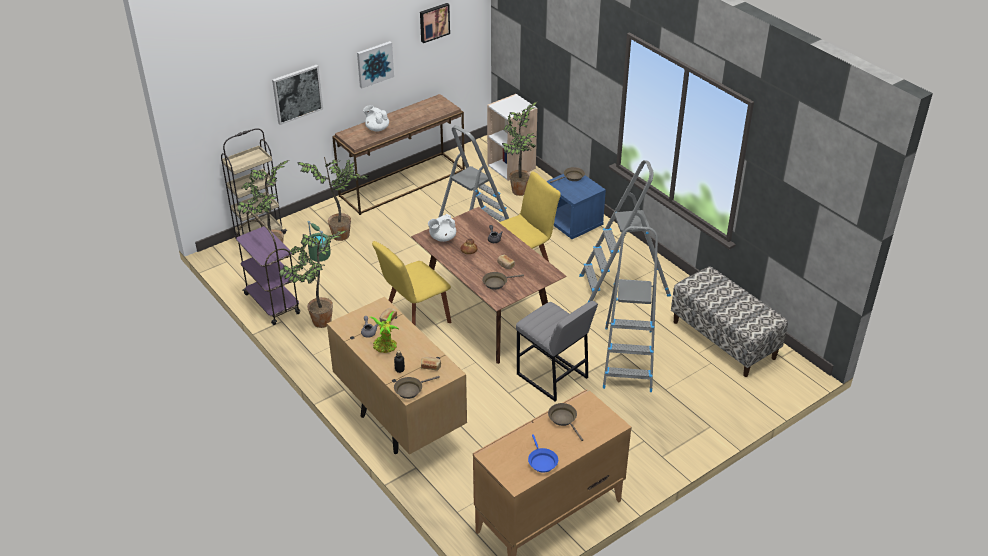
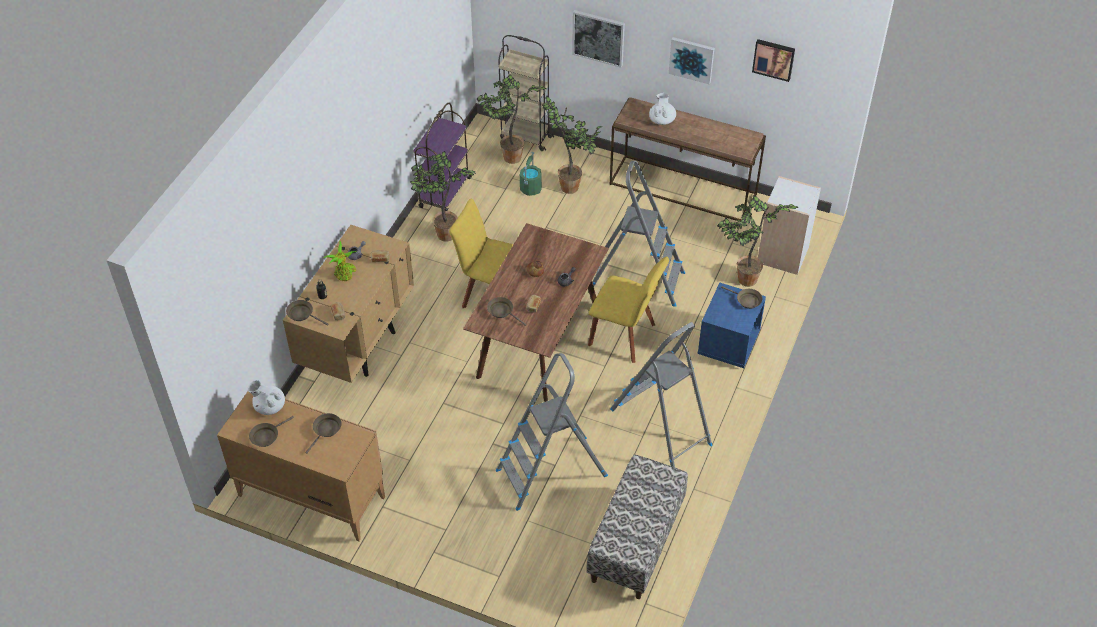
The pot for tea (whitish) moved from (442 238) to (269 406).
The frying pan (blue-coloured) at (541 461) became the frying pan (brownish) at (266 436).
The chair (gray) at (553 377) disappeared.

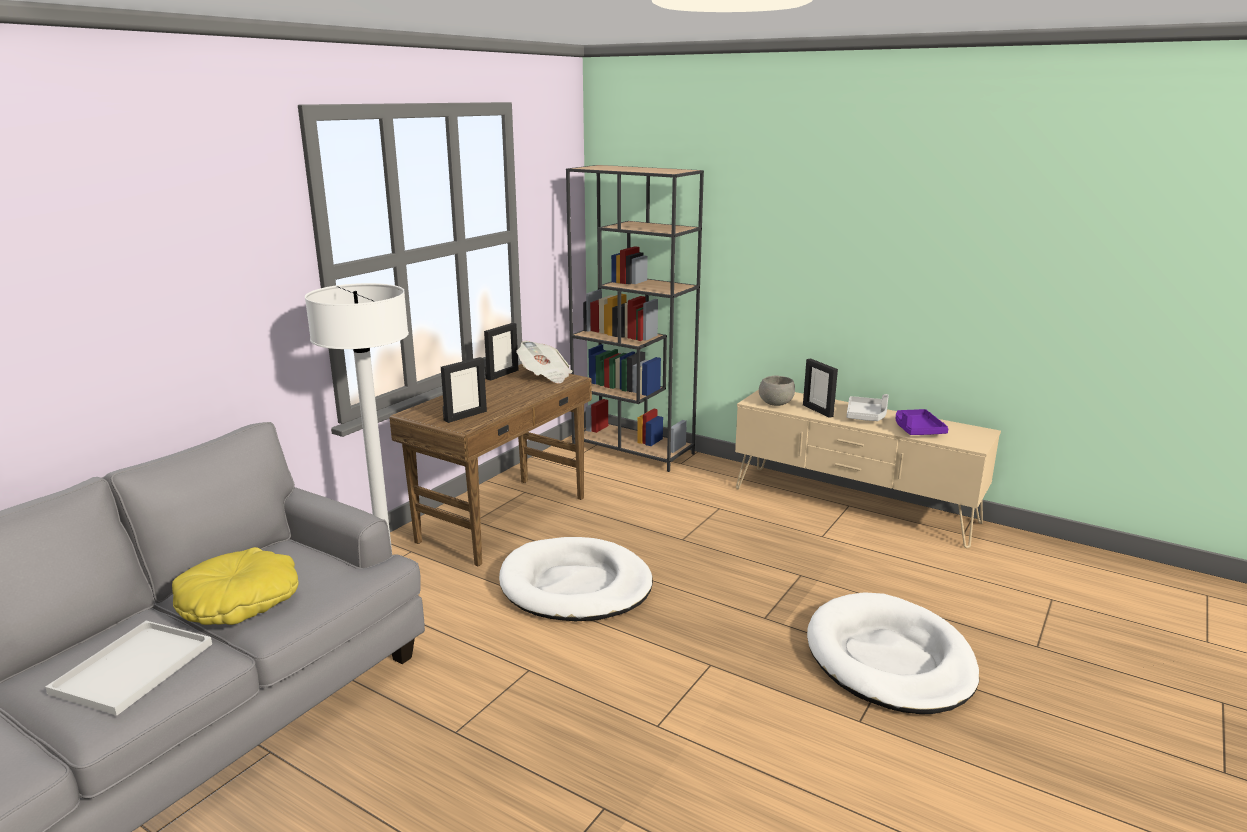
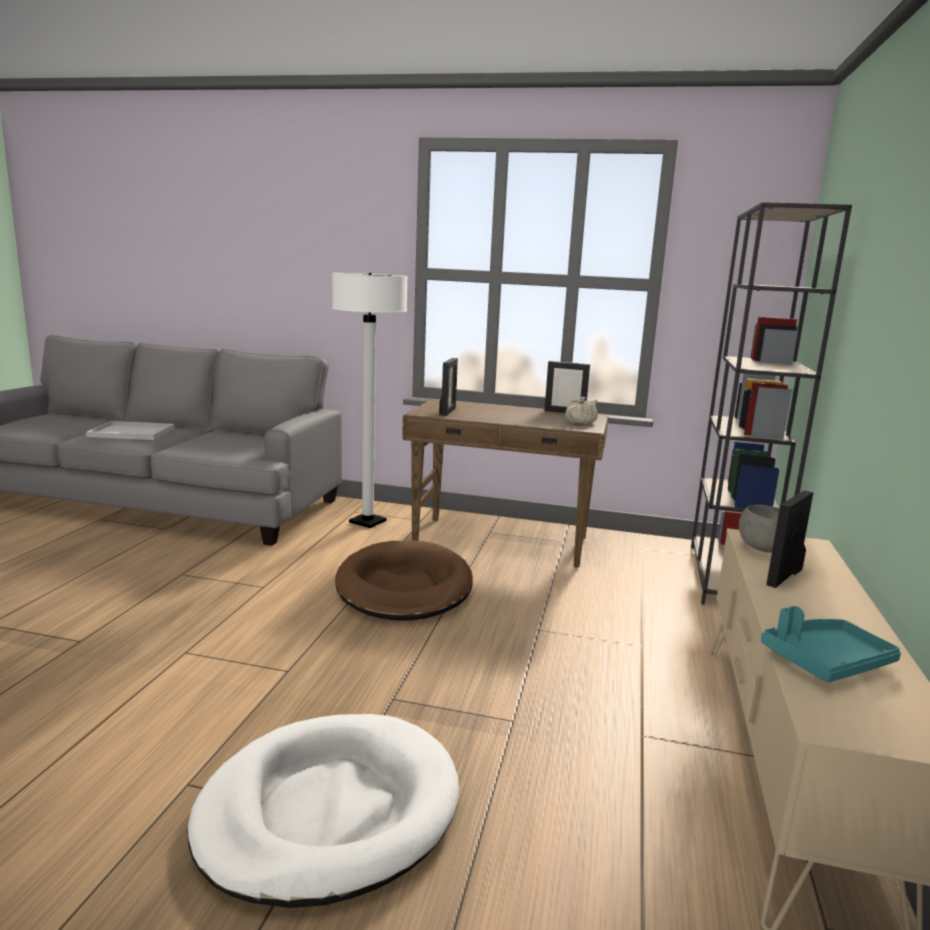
The pet bed (whitish) at (575 585) became the pet bed (brownish) at (404 587).
The photo frame at (465 416) turned 105 degrees counterclockwise.
The printed paper at (545 376) was replaced by the pot for tea (sand-coloured) at (581 422).
The carrying tray (purplish) at (917 430) became the carrying tray (blue-green) at (825 661).
The pillow (yellowish) at (238 601) disappeared.
The carrying tray (gray) at (866 416) disappeared.

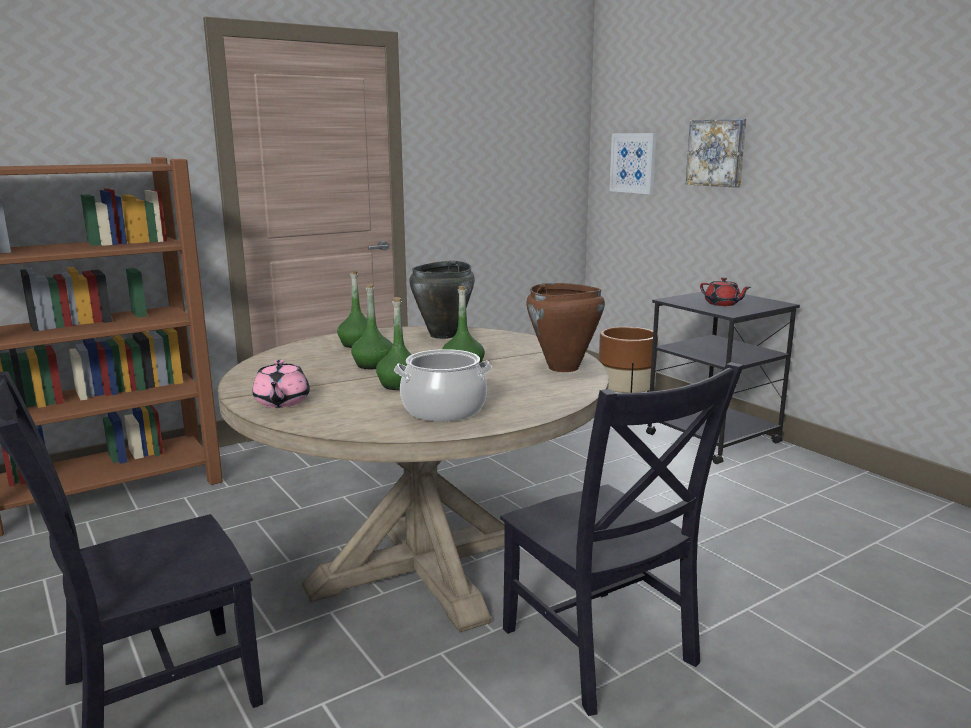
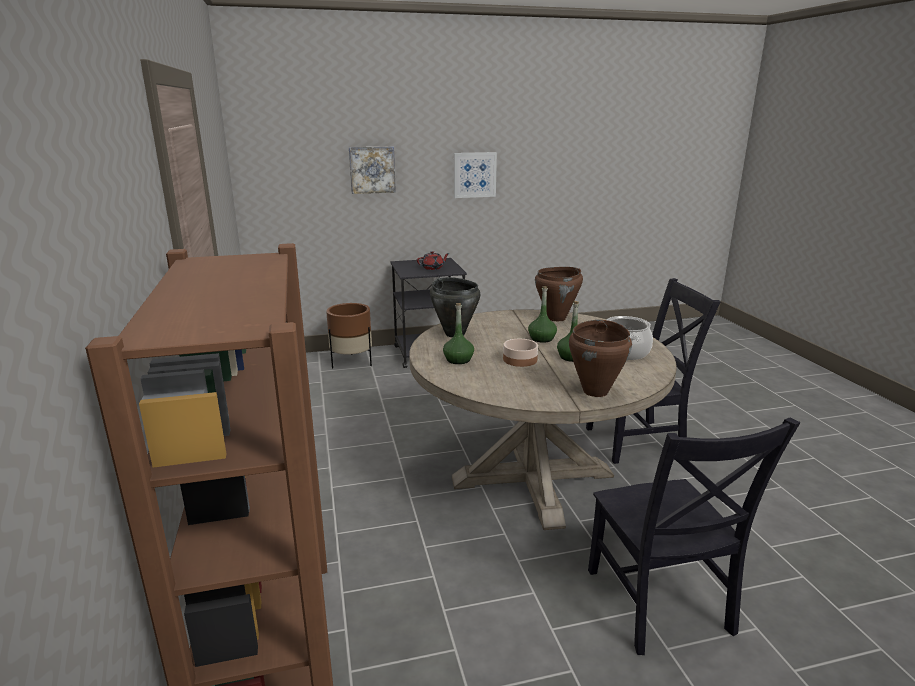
The picture moved from (633 163) to (474 175).
The bottle (green-coloured) at (373 365) was replaced by the deep dish at (520 360).
The pot for tea (pink) at (281 402) was replaced by the cooking pot (brownish) at (596 391).

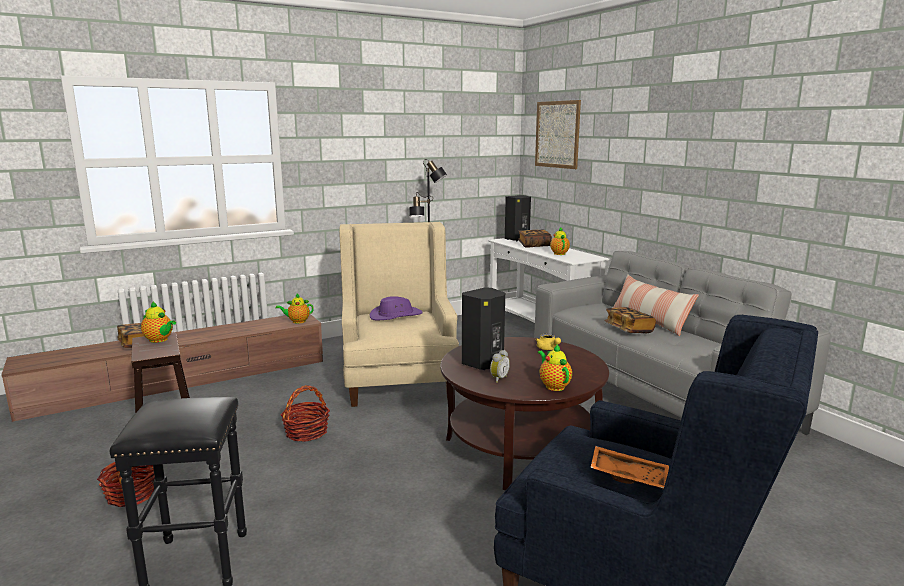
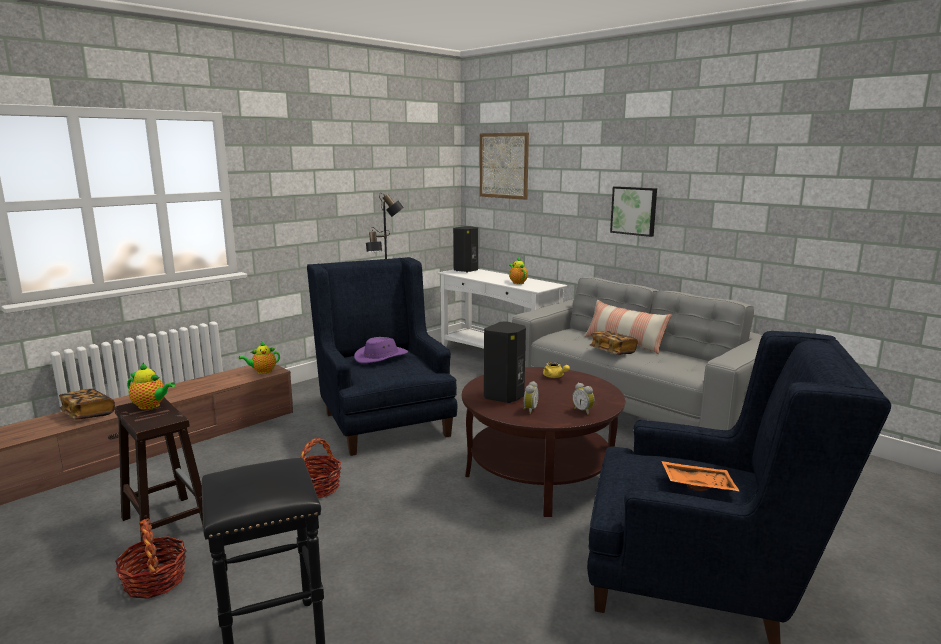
The easy chair (sand-coloured) at (398 377) became the easy chair (blue-coloured) at (382 420).
The pot for tea at (553 386) was replaced by the alarm clock at (583 411).
The picture at (634 210) appeared.
The bound book at (534 245) disappeared.

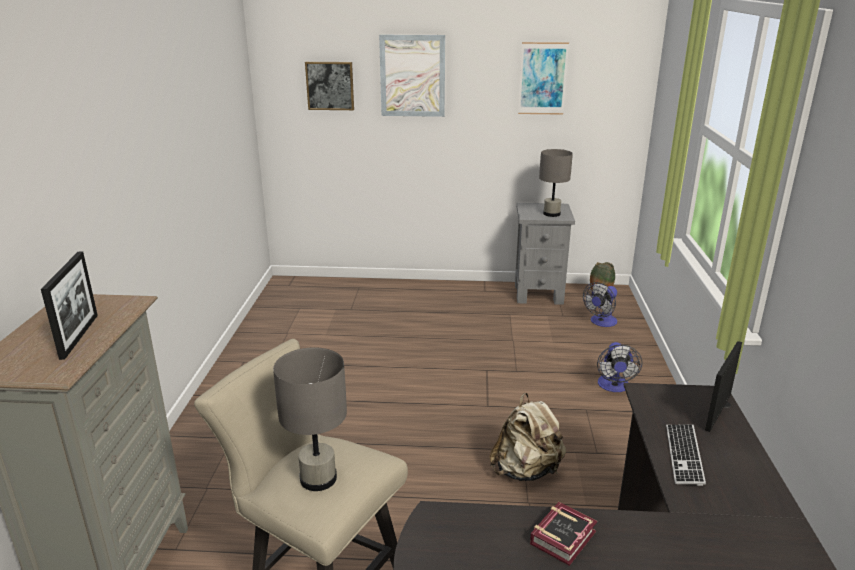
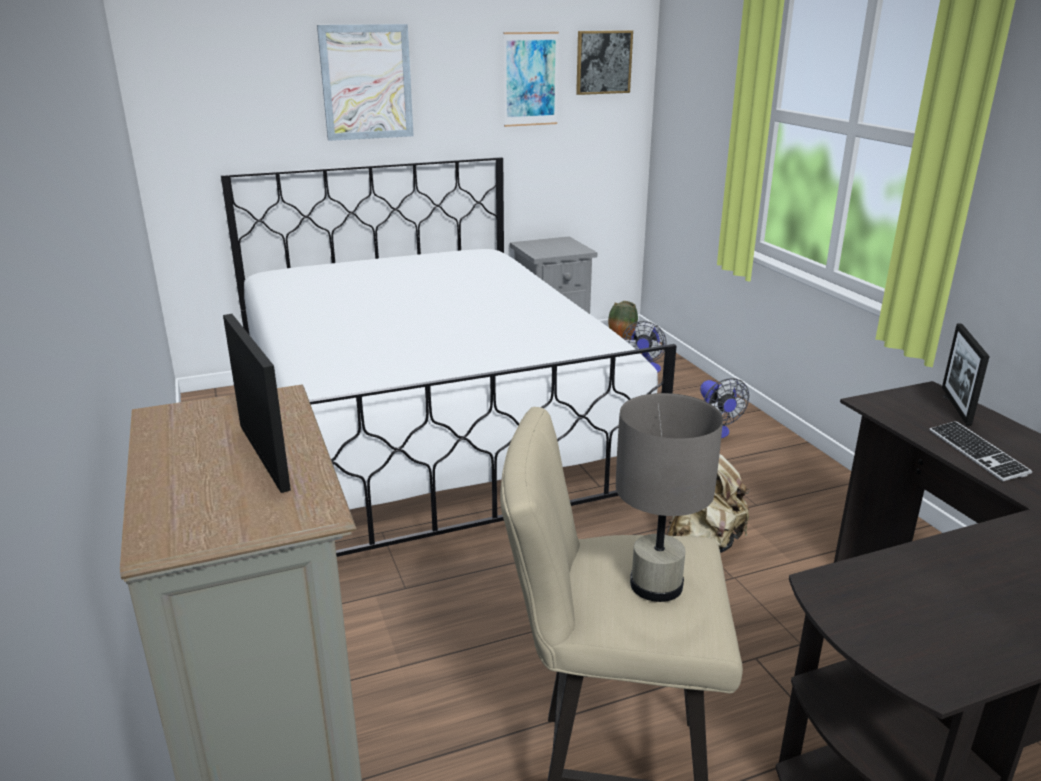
The sleeping bed (whitish) at (428 436) appeared.
The picture moved from (330 85) to (603 62).
The bound book at (566 537) disappeared.
The tabletop lamp (gray) at (551 214) disappeared.

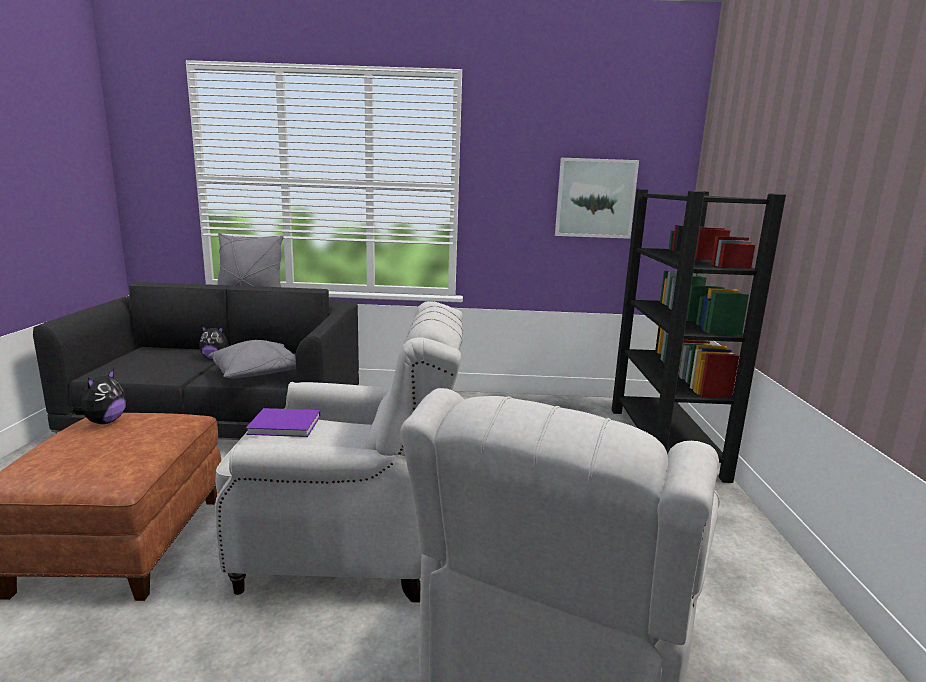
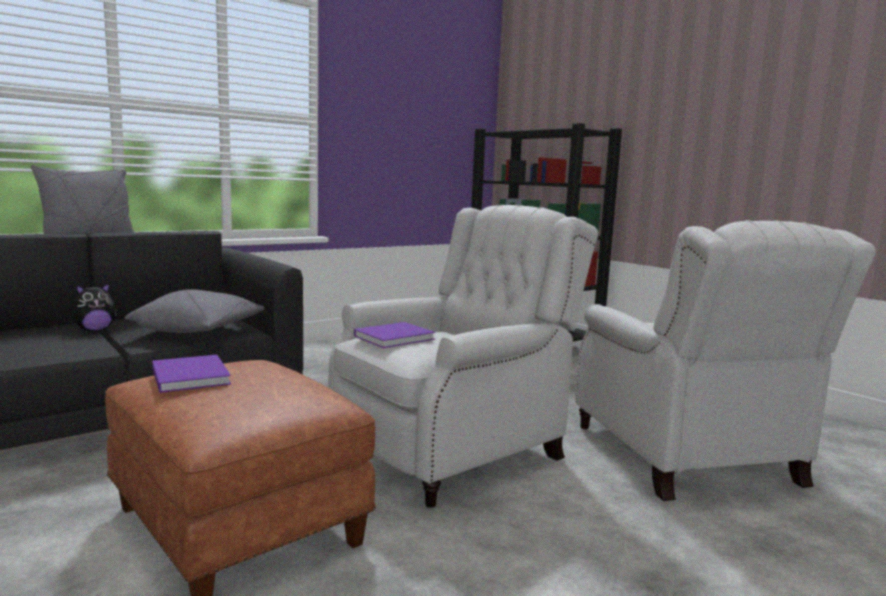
The plush toy at (104 422) was replaced by the bound book (purplish) at (190 375).
The picture at (595 198) disappeared.

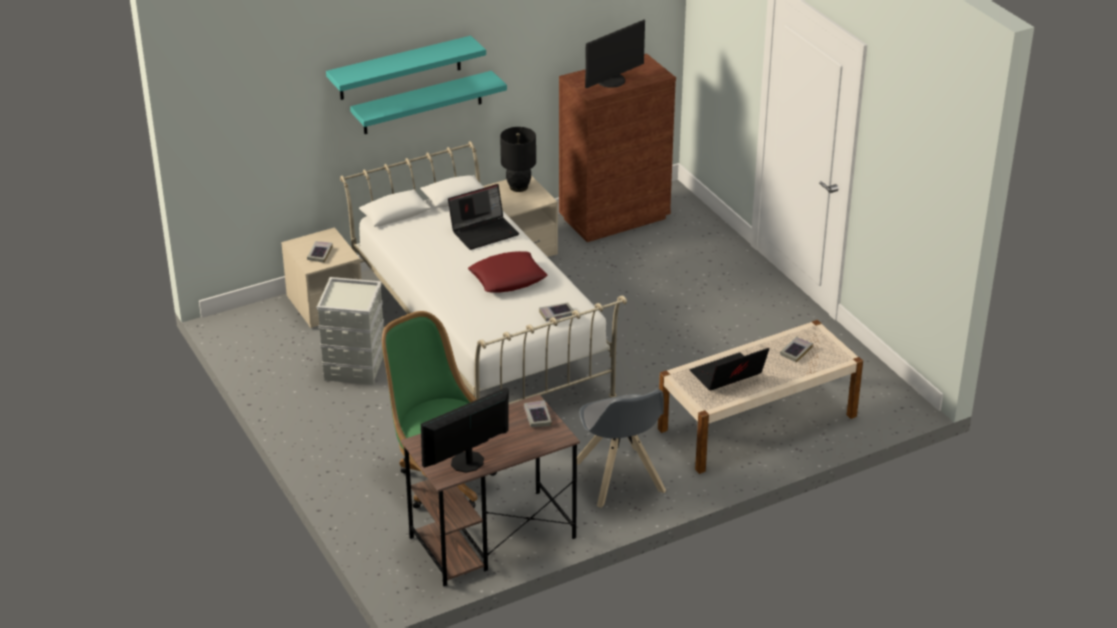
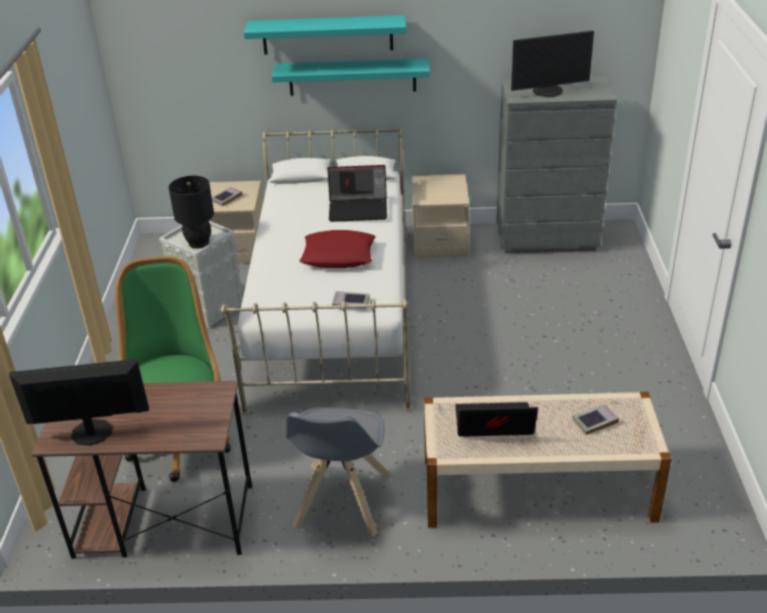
The tabletop lamp (blackish) moved from (519 187) to (199 243).
The drawer chest (brownish) at (615 218) became the drawer chest (gray) at (547 239).
The bound book at (537 416) disappeared.

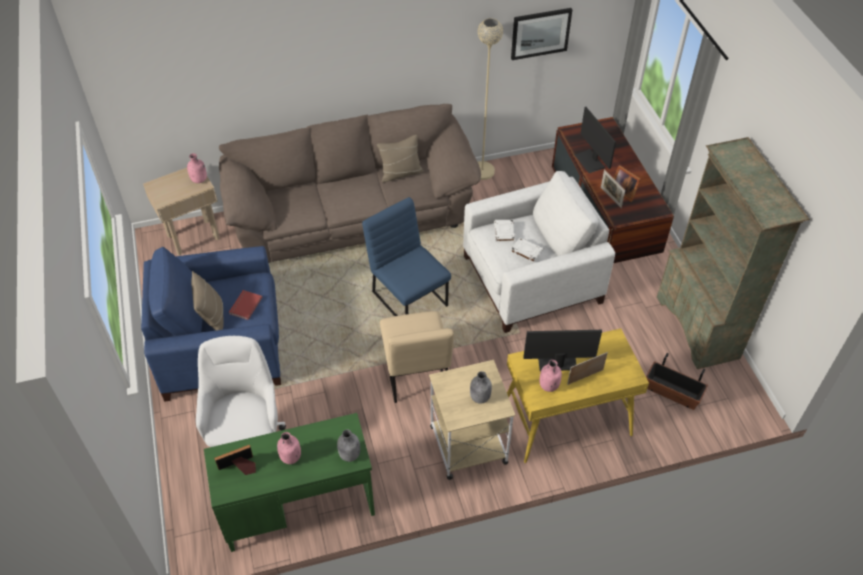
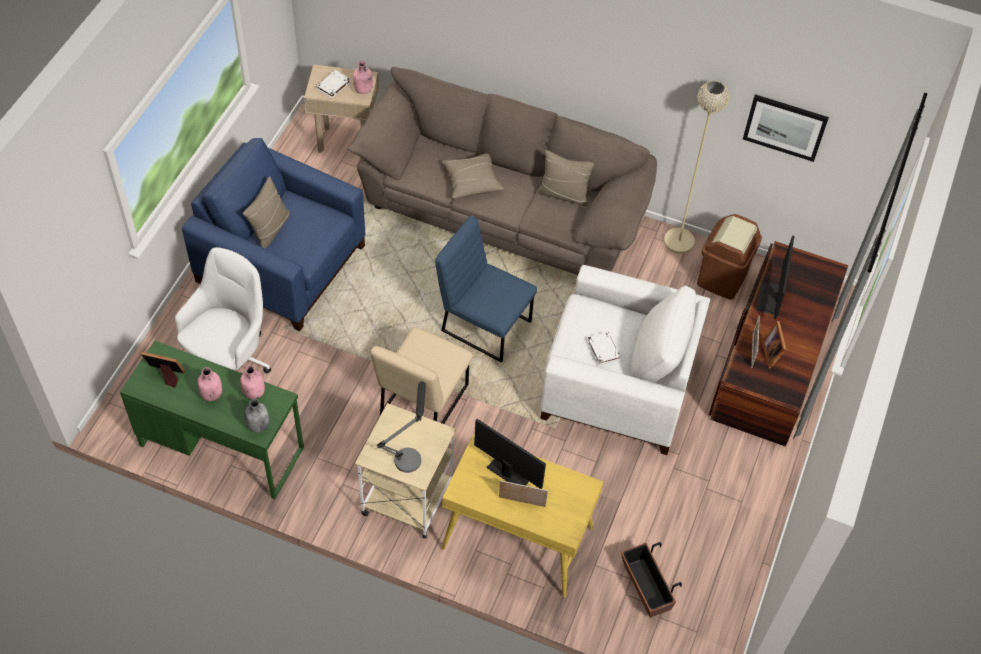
The bottle (pink) moved from (548 385) to (254 392).
The bound book (whitish) moved from (504 232) to (333 86).
The bottle (gray) at (479 397) was replaced by the tabletop lamp at (410 453).
The chair (blue-coloured) at (408 297) turned 60 degrees counterclockwise.
The pillow (sand-coloured) at (472 181) appeared.
The rubbish bin (brownish) at (722 278) appeared.
The bound book (red) at (244 305) disappeared.
The shelving unit (green-coloured) at (698 327) disappeared.

